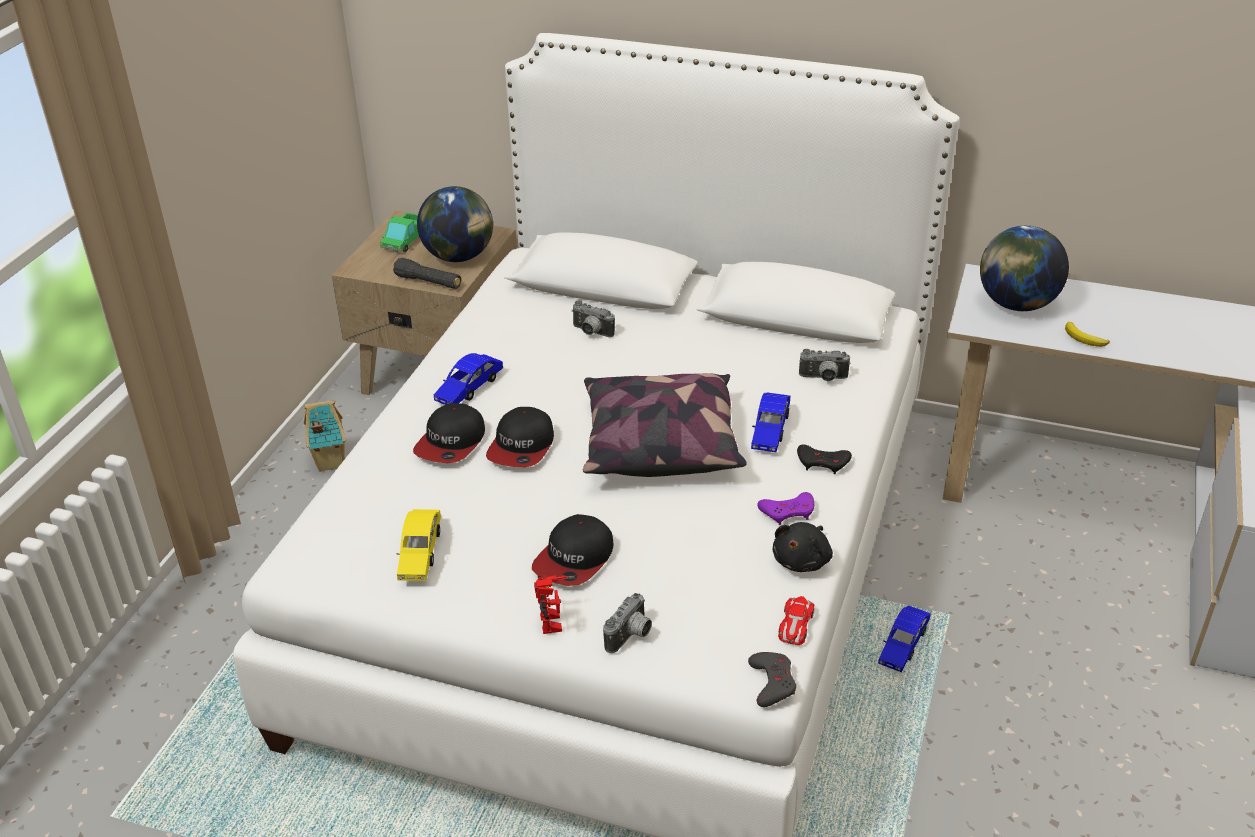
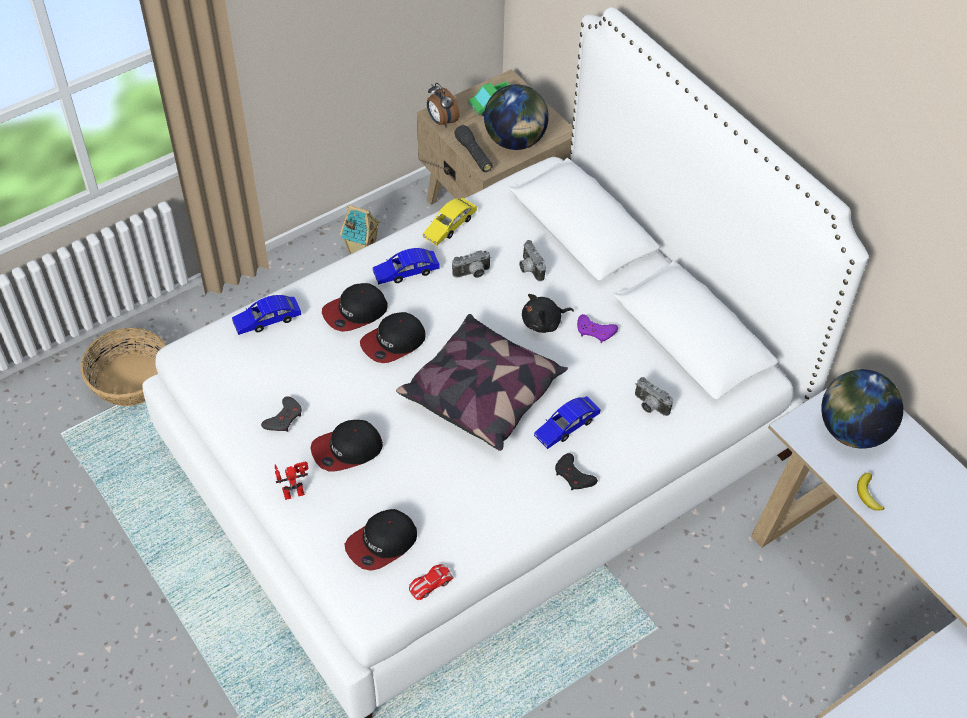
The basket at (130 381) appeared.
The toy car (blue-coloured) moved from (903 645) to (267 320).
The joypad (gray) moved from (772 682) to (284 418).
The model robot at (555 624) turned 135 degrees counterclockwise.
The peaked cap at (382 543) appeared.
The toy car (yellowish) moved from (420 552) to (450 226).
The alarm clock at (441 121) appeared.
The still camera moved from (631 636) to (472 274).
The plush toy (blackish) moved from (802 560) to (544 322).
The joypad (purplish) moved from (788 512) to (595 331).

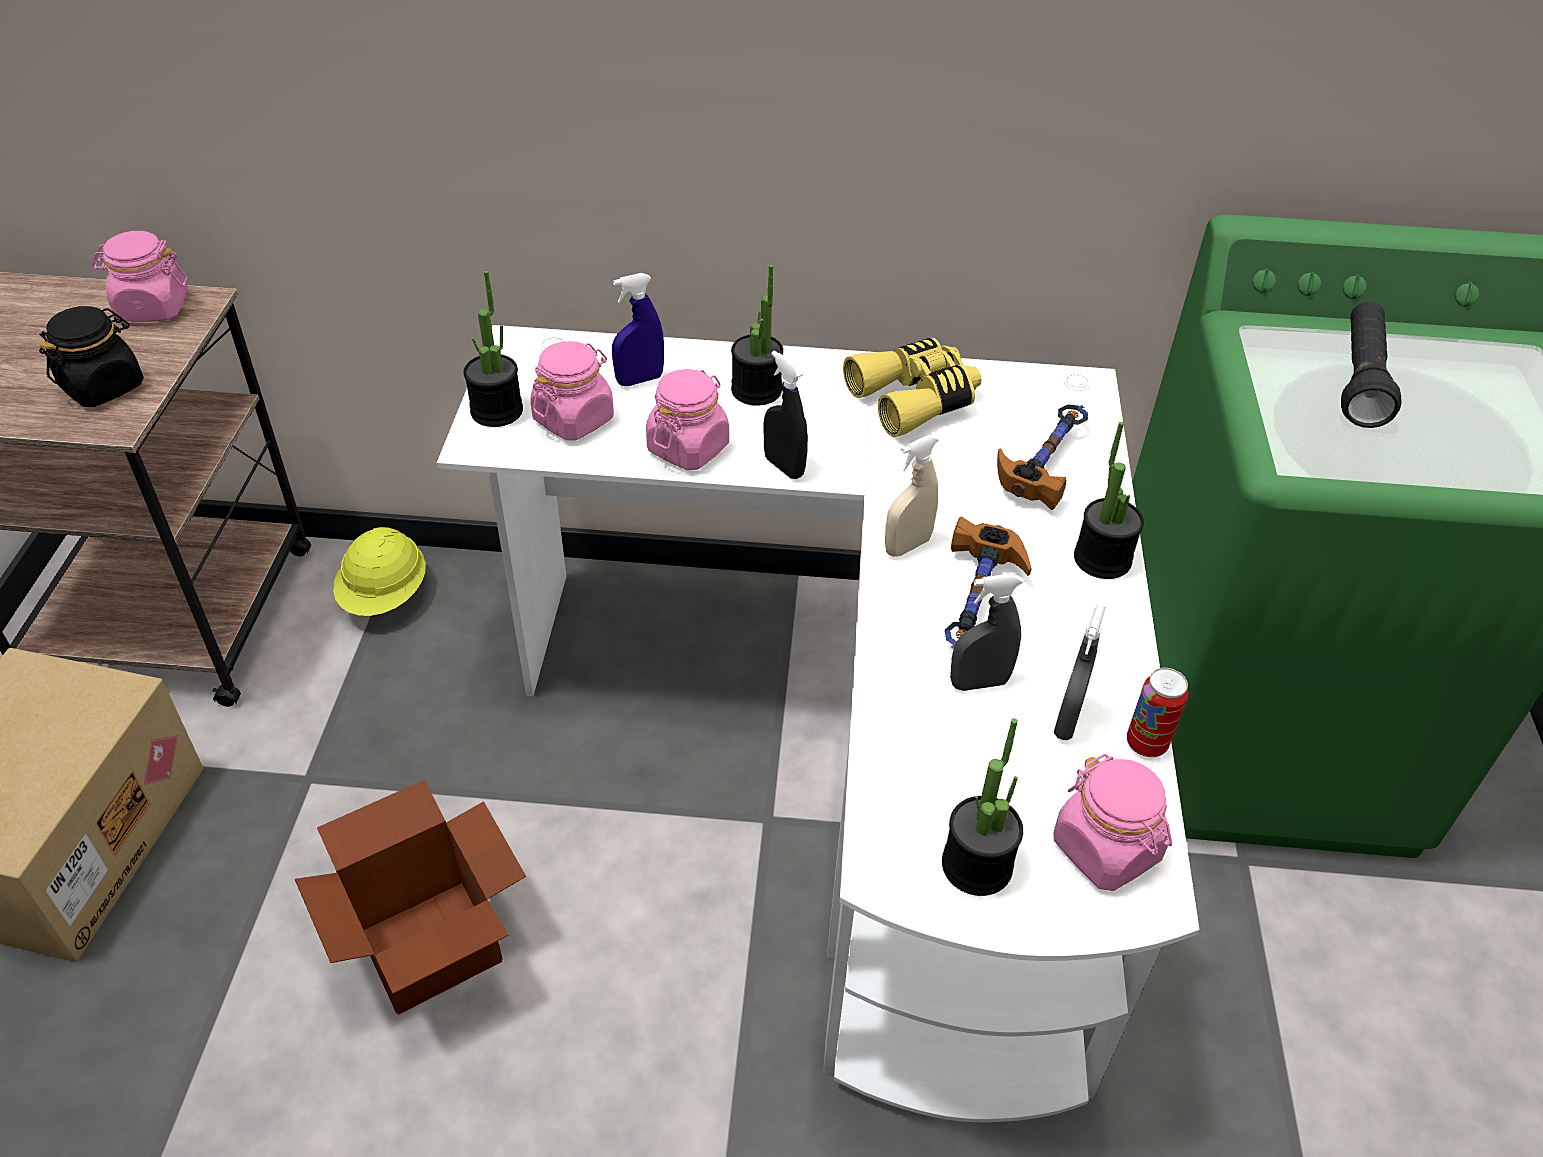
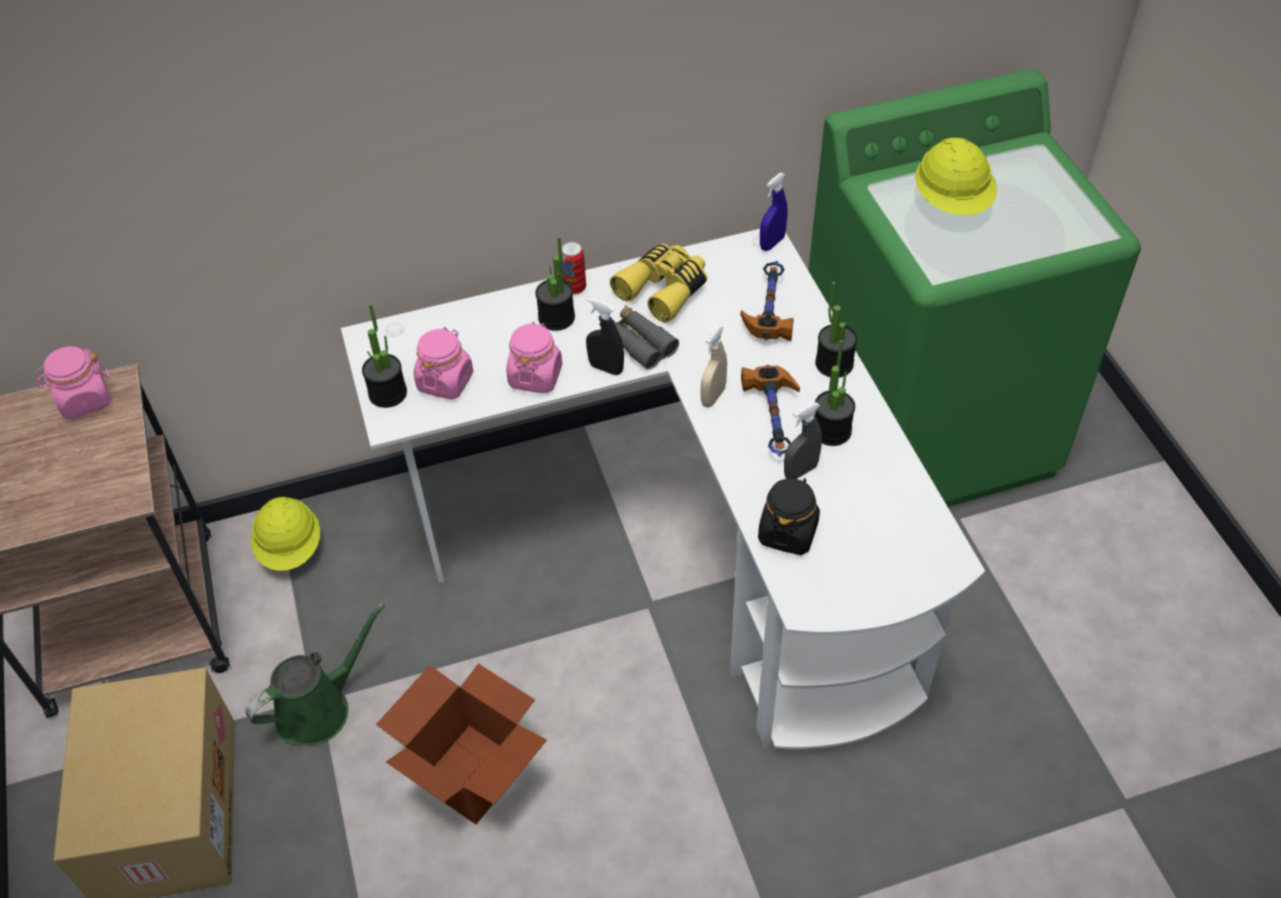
The watering pot (green-coloured) at (319 708) appeared.
The sealed can moved from (1146 744) to (574 288).
The binoculars (gray) at (637 342) appeared.
The preserve jar (blackish) moved from (103 386) to (788 532).
The hand sprayer (blue-coloured) moved from (639 380) to (772 243).
The plant in a pot moved from (976 865) to (831 431).
The torch (blackish) at (1360 380) was replaced by the hard hat (yellowish) at (952 203).
The hand sprayer (gray) at (1067 720) disappeared.
The preserve jar (pink) at (1106 849) disappeared.

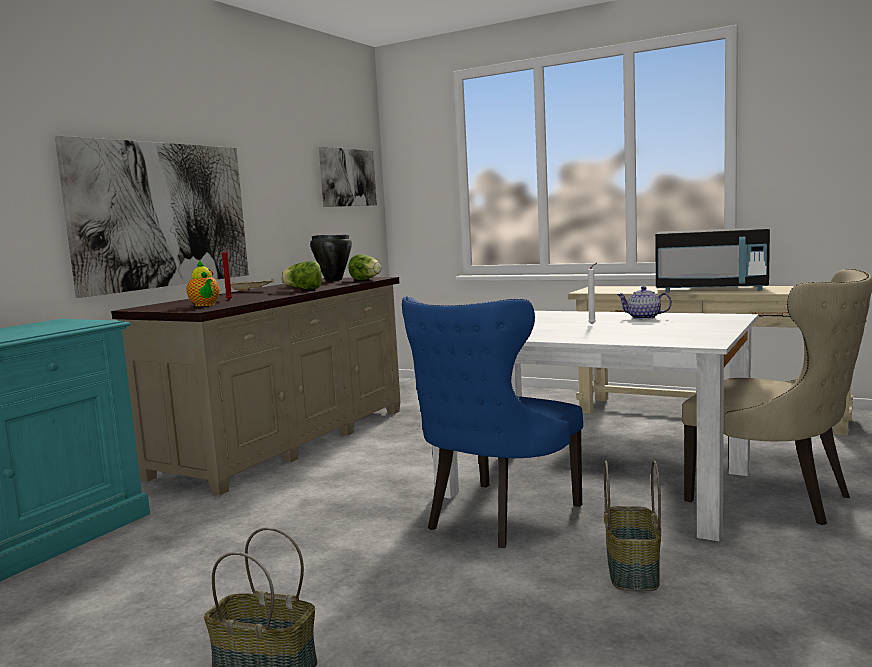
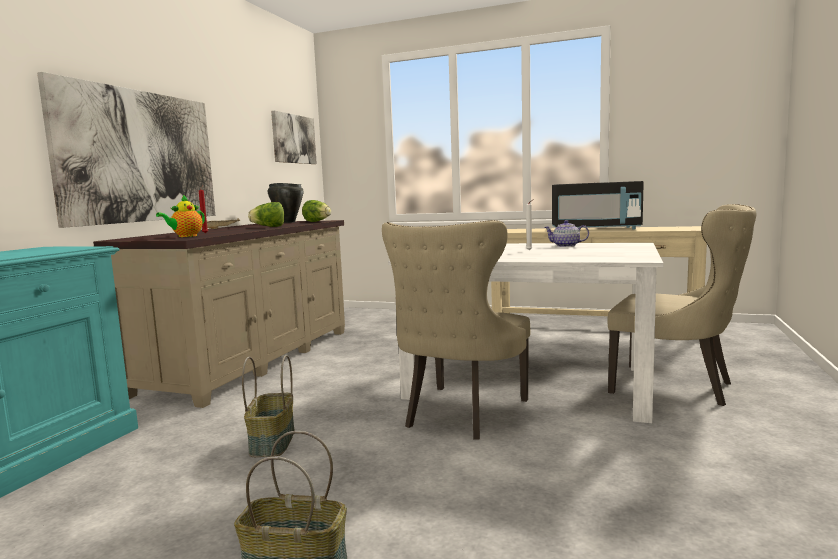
The pot for tea at (205 305) turned 75 degrees clockwise.
The basket moved from (634 571) to (273 442).
The chair (blue-coloured) at (496 517) became the chair (sand-coloured) at (461 413).

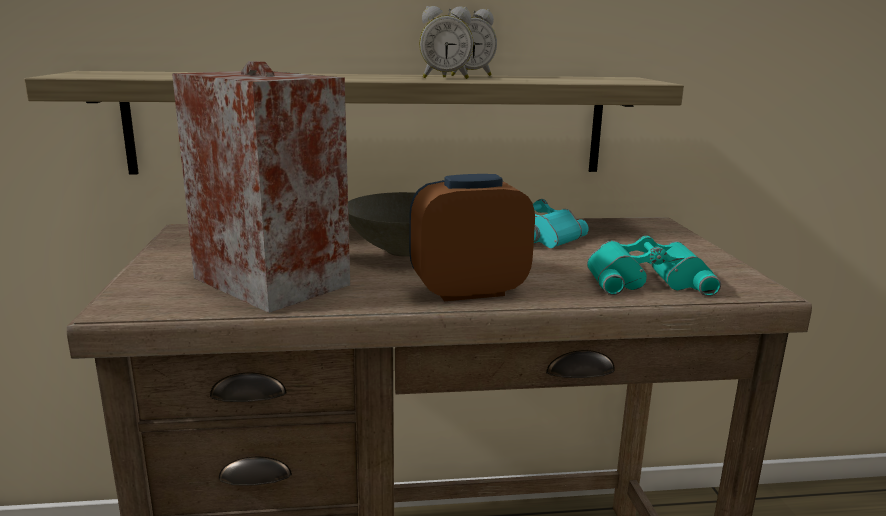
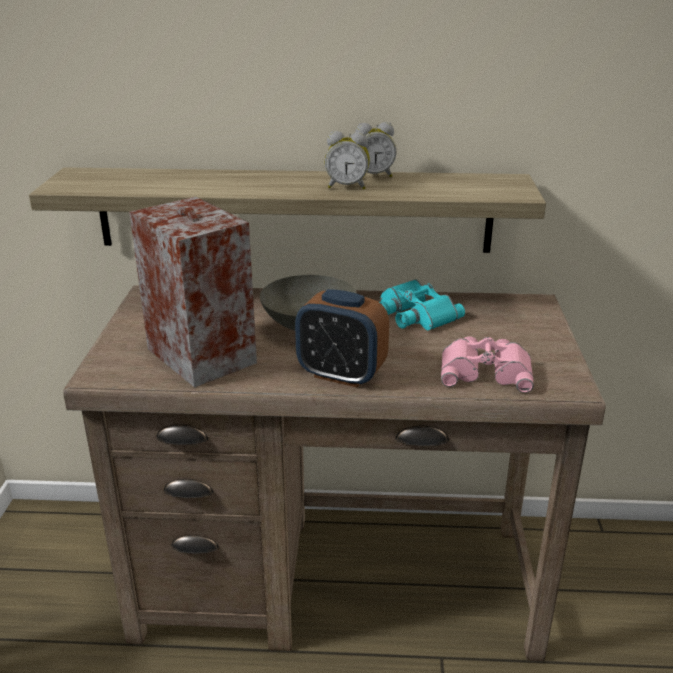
The alarm clock at (468 291) turned 150 degrees counterclockwise.
The binoculars (blue-green) at (646 279) became the binoculars (pink) at (486 371).

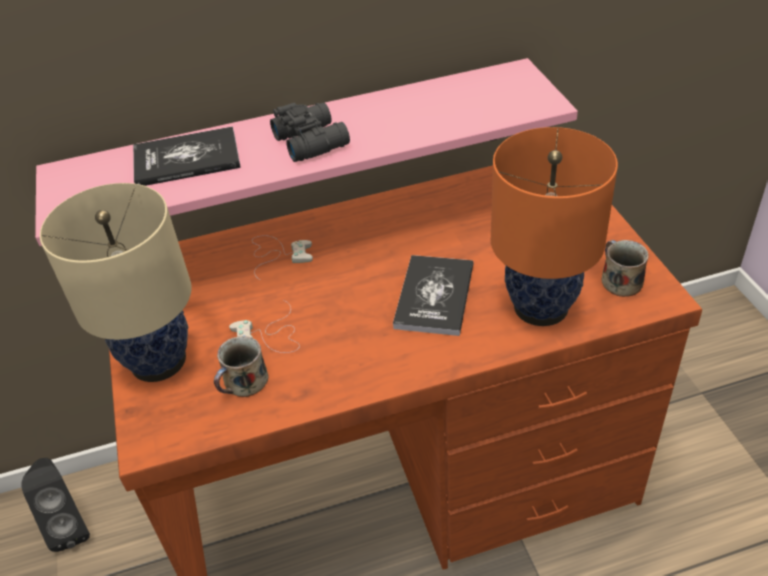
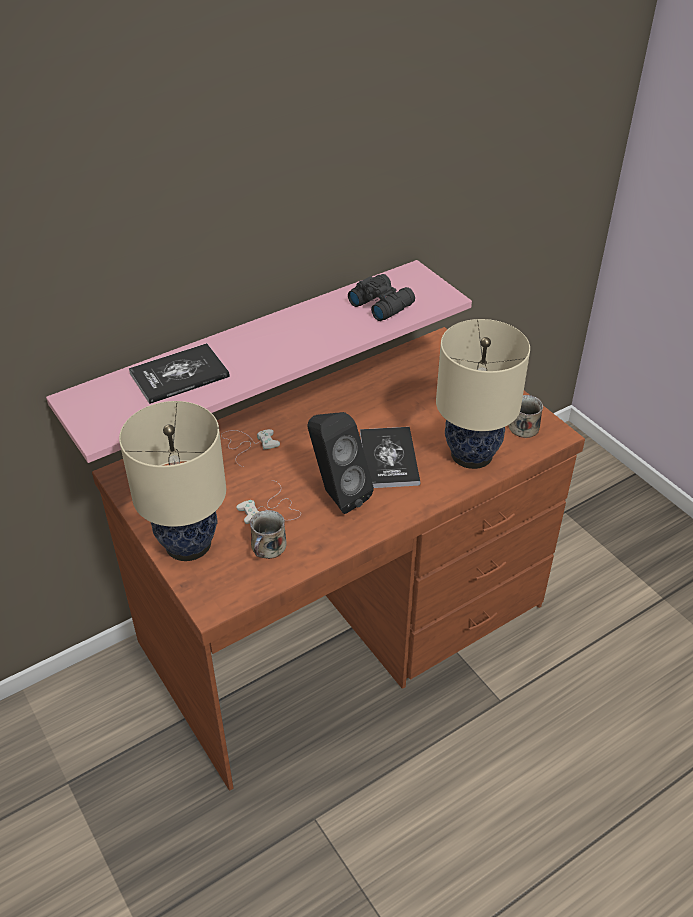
The loudspeaker (blackish) moved from (70 526) to (336 495).
The binoculars (blackish) moved from (312 140) to (381 304).
The tabletop lamp (orangey) at (540 306) became the tabletop lamp (sand-coloured) at (471 454).

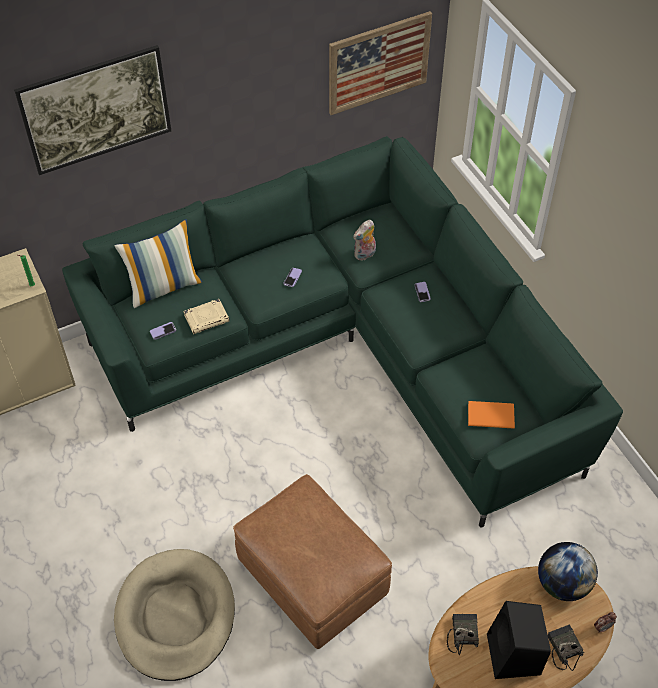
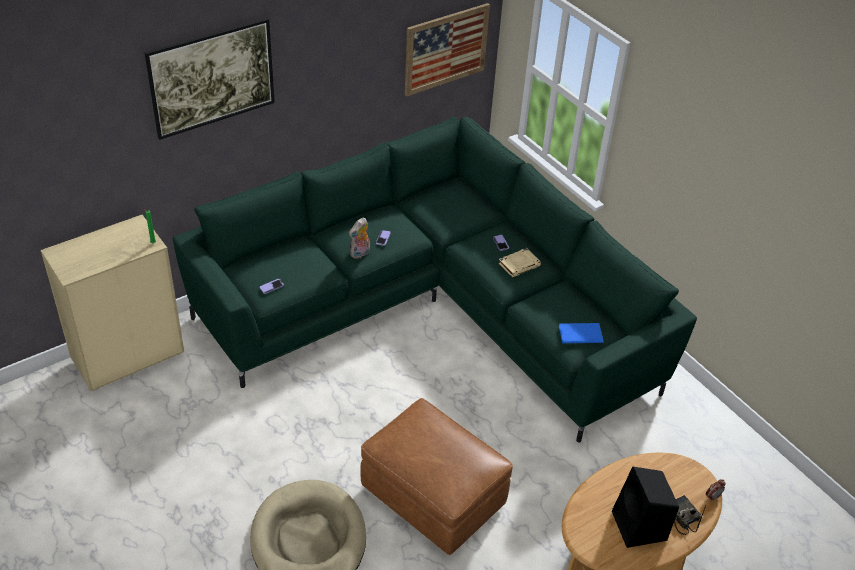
The plush toy moved from (365 255) to (360 253).
The bound book (sand-coloured) moved from (207 318) to (519 265).
The bound book (orangey) at (489 414) became the bound book (blue-coloured) at (579 333).
The pillow at (164 286) disappeared.
The radio receiver at (462 634) disappeared.
The globe at (562 583) disappeared.

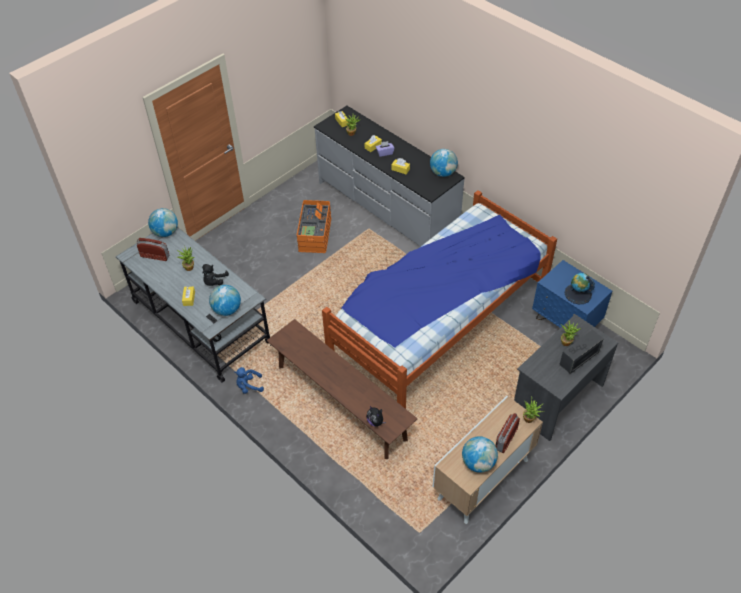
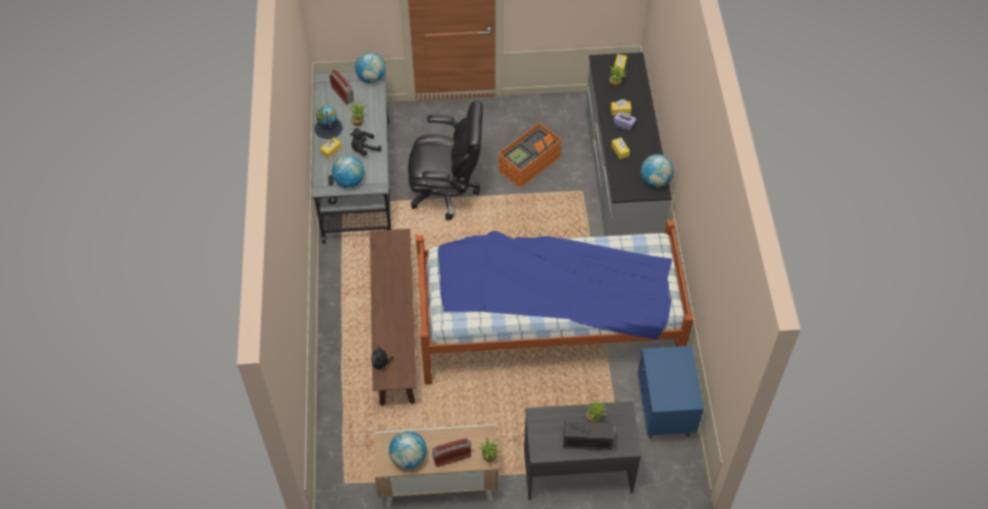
The globe moved from (578 294) to (328 128).
The computer chair (blackish) at (447 193) appeared.
The plush toy (blue-coloured) at (249 386) disappeared.

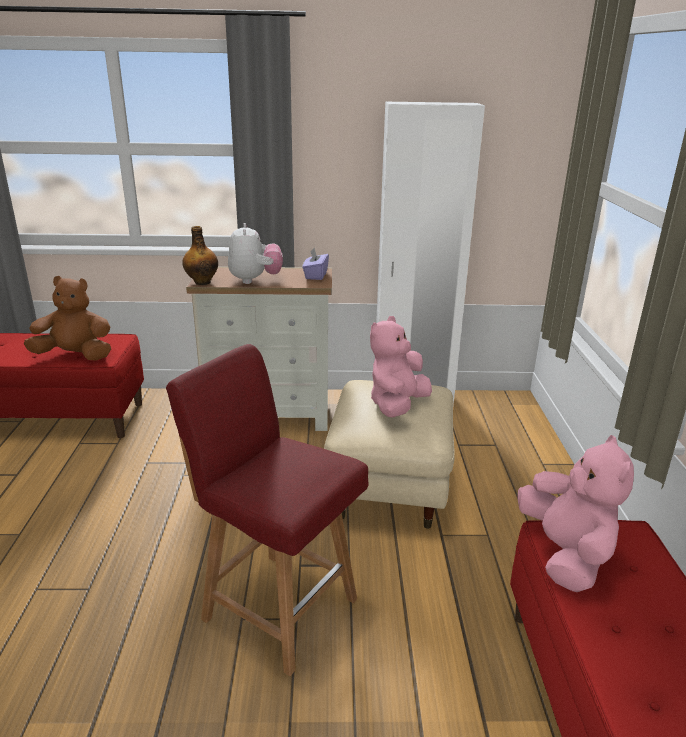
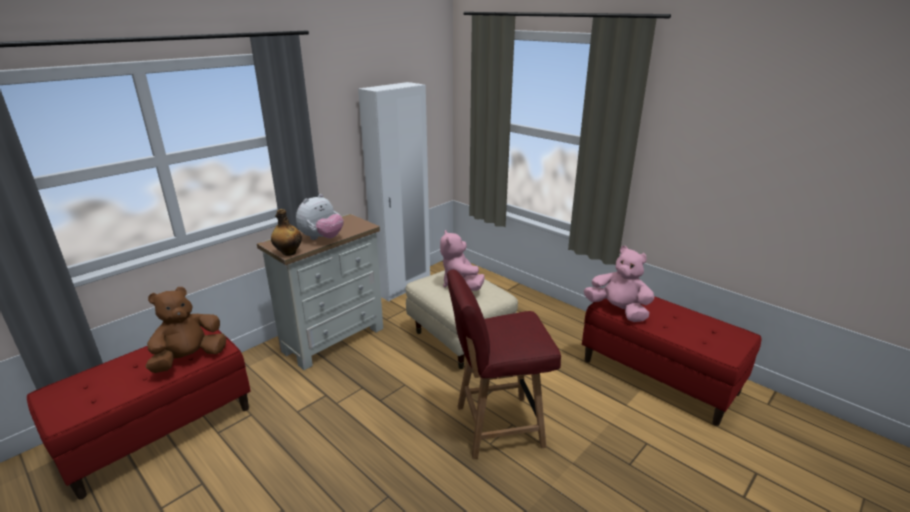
The plush toy at (255 280) turned 90 degrees clockwise.
The tissue holder (purplish) at (315 275) disappeared.

